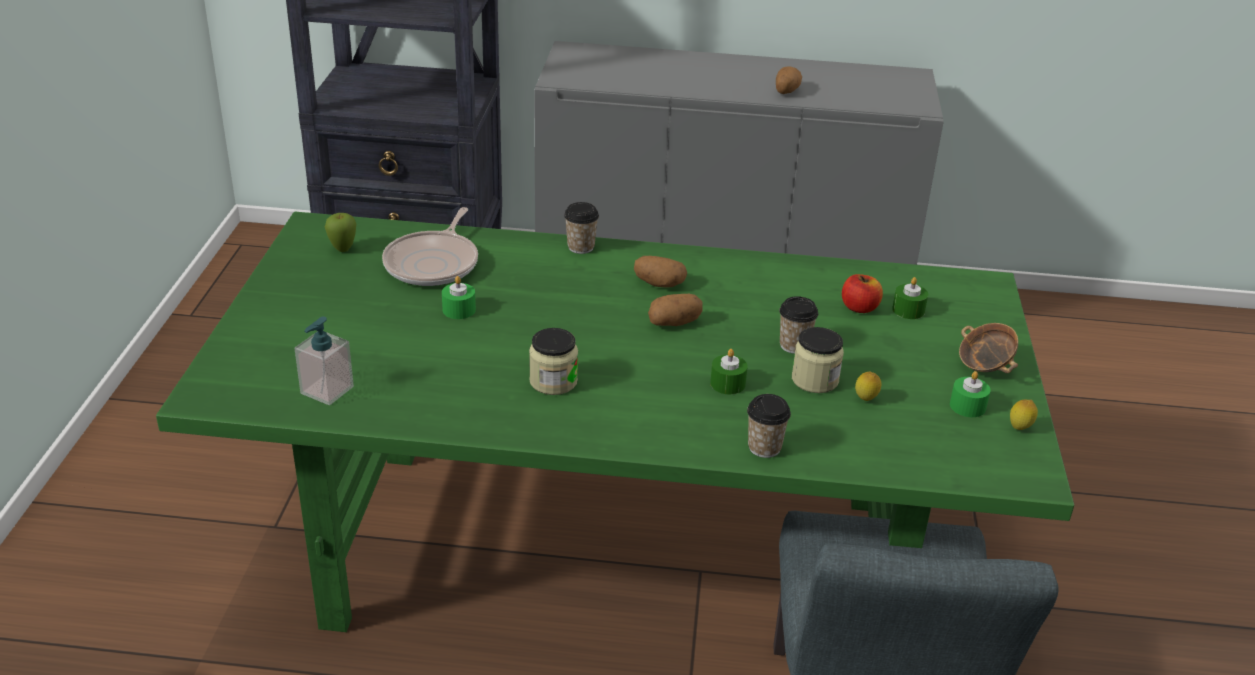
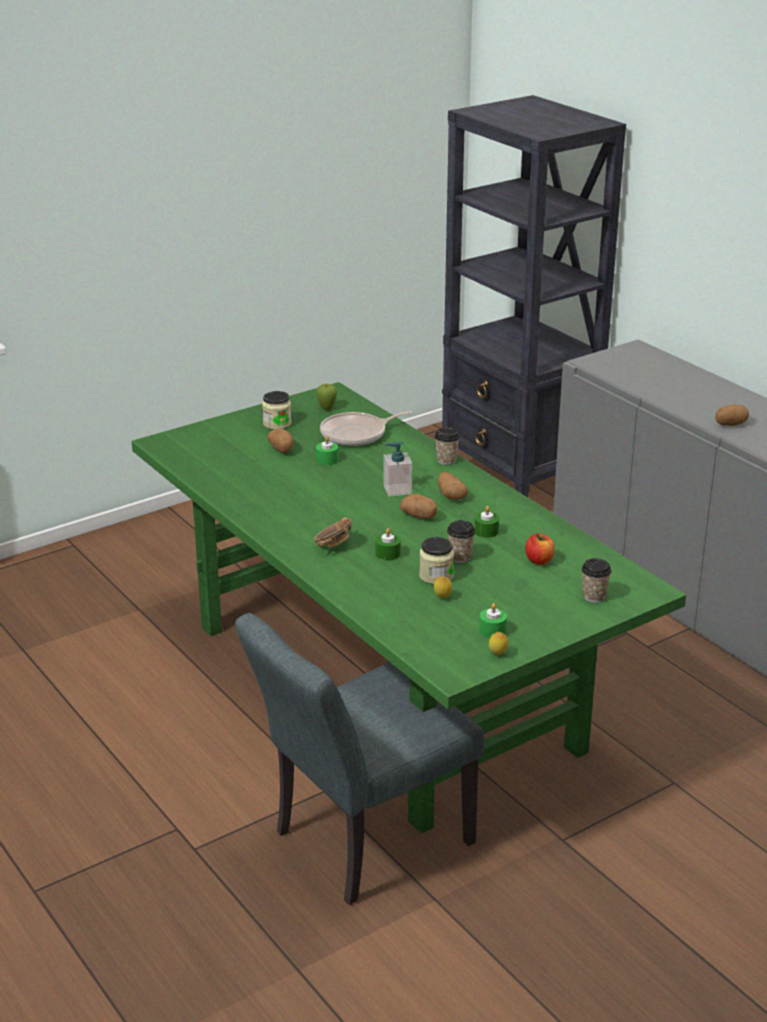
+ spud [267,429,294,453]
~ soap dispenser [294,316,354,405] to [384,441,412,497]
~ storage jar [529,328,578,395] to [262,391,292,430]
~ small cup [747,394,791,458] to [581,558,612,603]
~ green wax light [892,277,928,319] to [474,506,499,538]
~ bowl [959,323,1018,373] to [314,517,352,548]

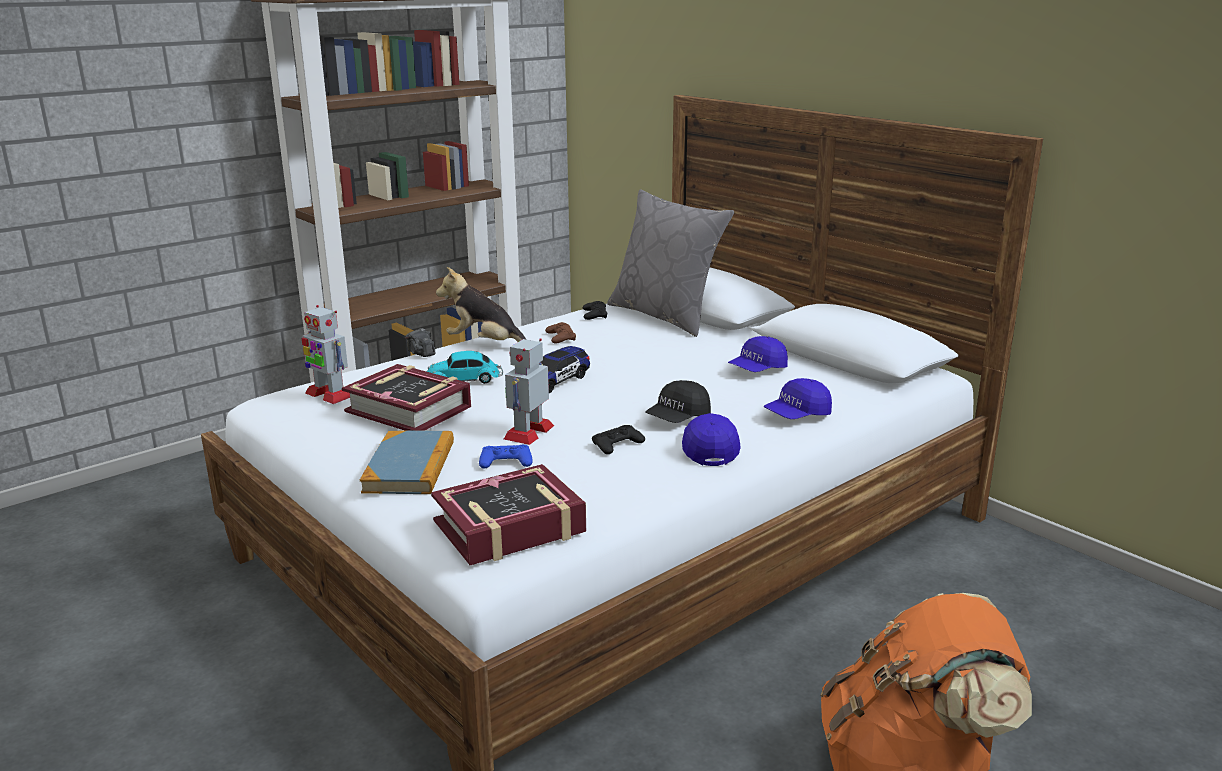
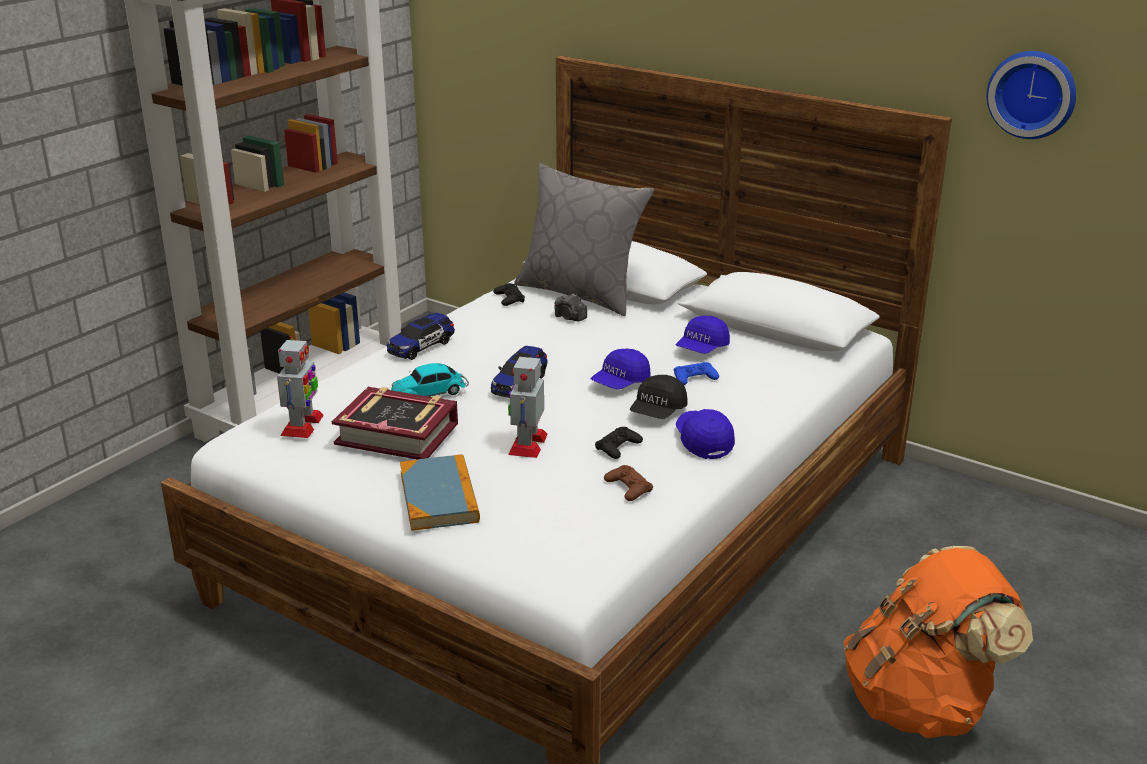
- volume [431,464,586,565]
+ hanging clock [987,51,1076,139]
~ still camera [405,328,435,357] to [554,294,587,322]
~ blue game controller [479,444,533,468] to [674,362,719,385]
~ brownish game controller [545,322,576,343] to [604,465,653,501]
~ blue cap [764,378,832,419] to [591,349,650,390]
~ plush toy [436,267,527,342] to miniature car [387,313,455,360]
~ toy robot [302,305,350,404] = [277,336,324,438] 105 degrees counterclockwise

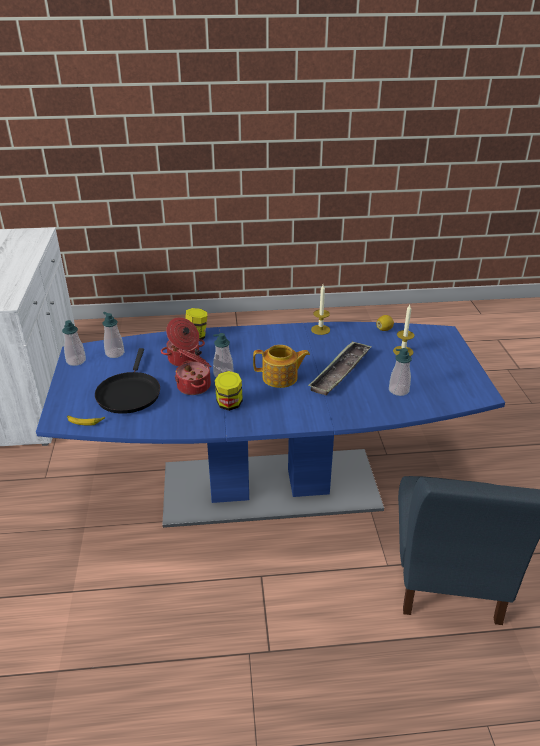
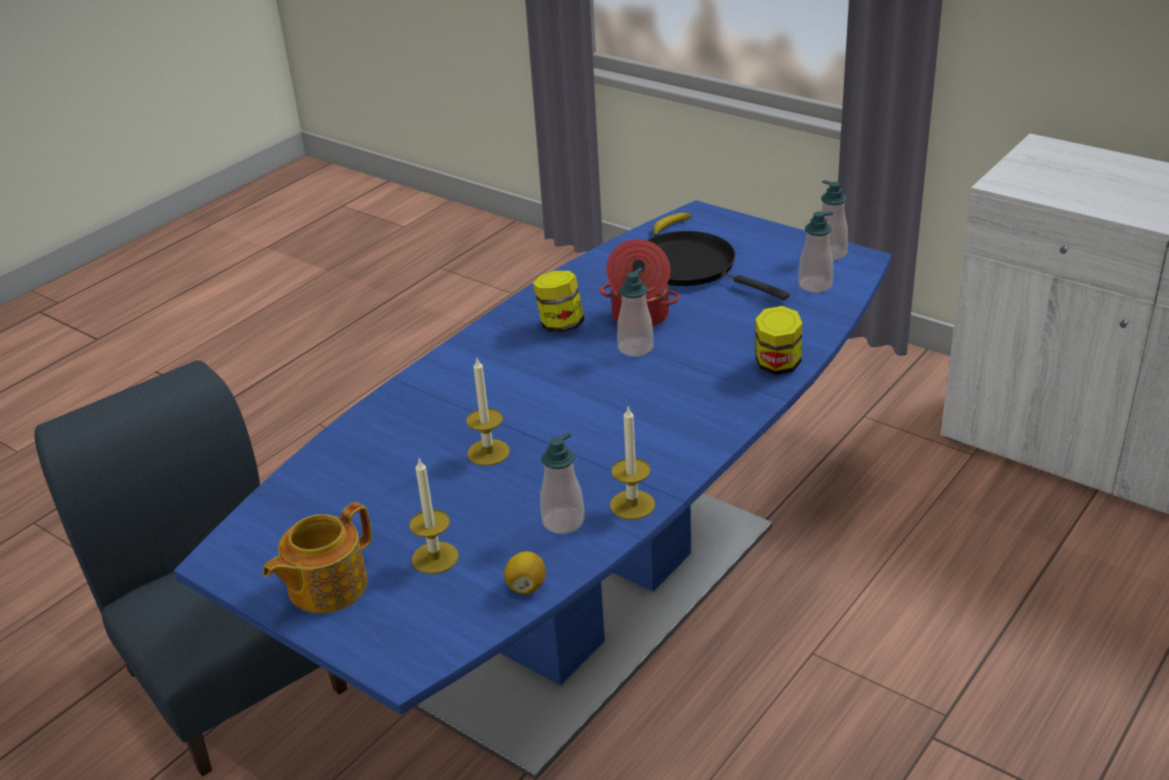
- stockpot [161,318,205,366]
~ teapot [253,345,310,388] to [263,502,372,613]
~ soap dispenser [389,348,412,396] to [540,432,585,534]
~ carrying tray [308,341,372,396] to wax light [466,358,510,466]

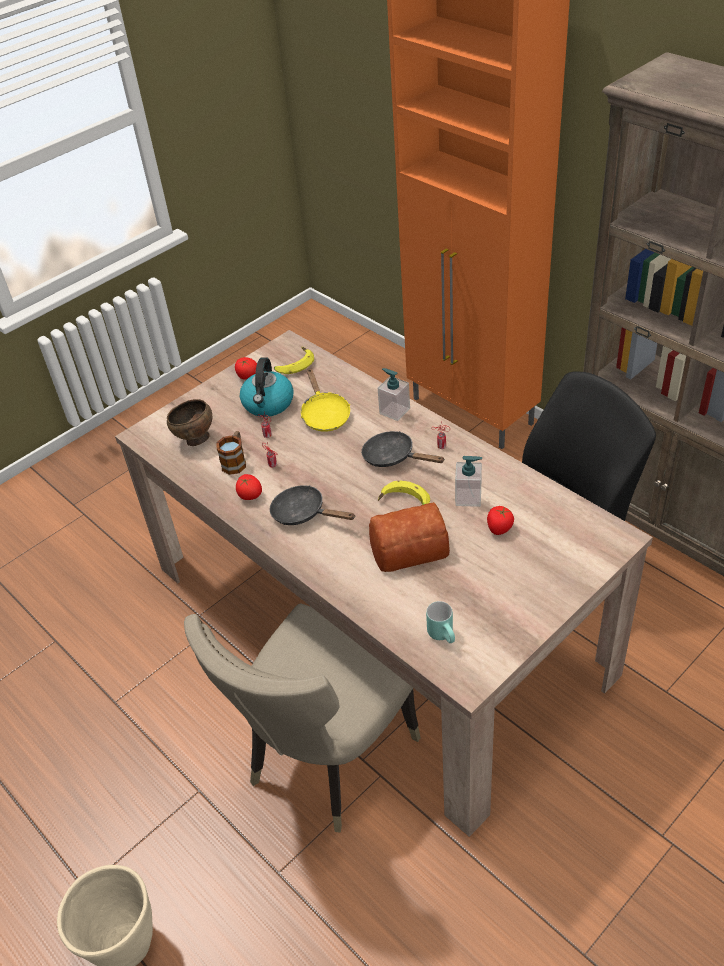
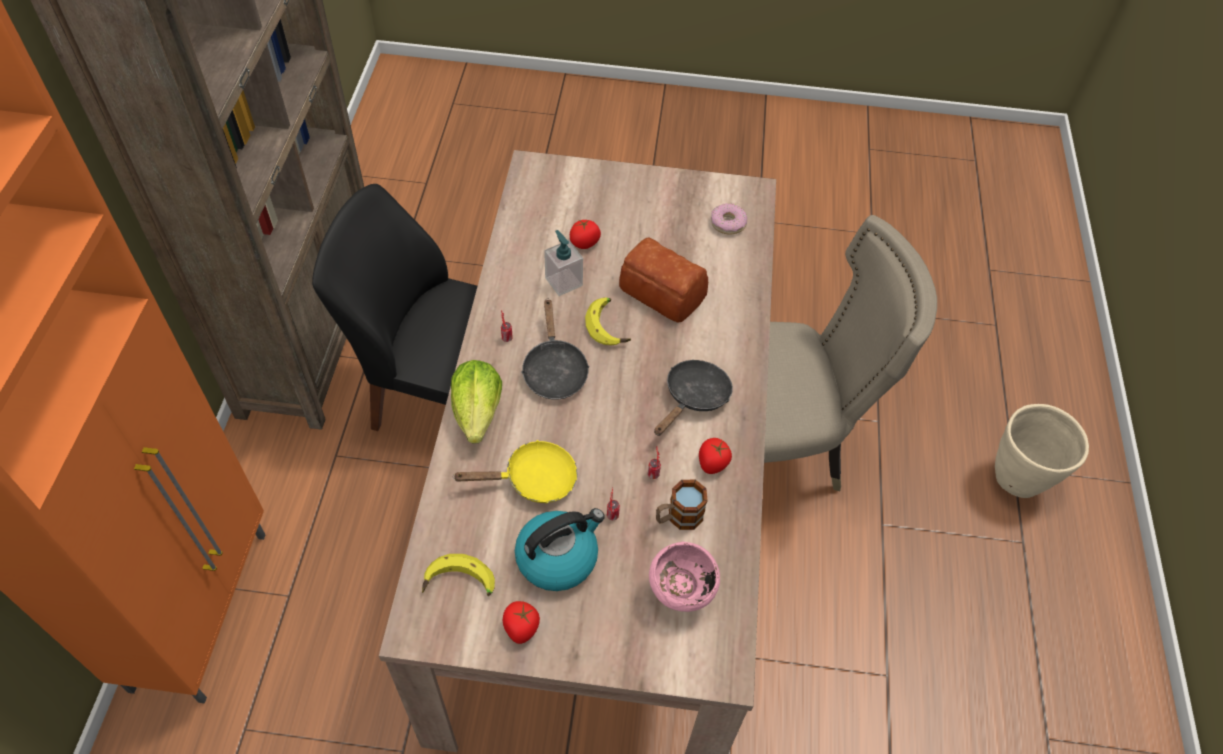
~ soap dispenser [378,368,410,421] to lettuce [451,360,502,443]
~ turquoise-coloured tea mug [426,601,455,643] to ring doughnut [711,203,747,235]
~ brownish bowl [167,399,212,446] to pink-coloured bowl [649,542,720,612]
~ black-coloured pan [269,485,356,525] = [654,360,733,436] 135 degrees counterclockwise
~ yellow-coloured pan [301,369,350,432] = [452,440,578,504] 45 degrees clockwise

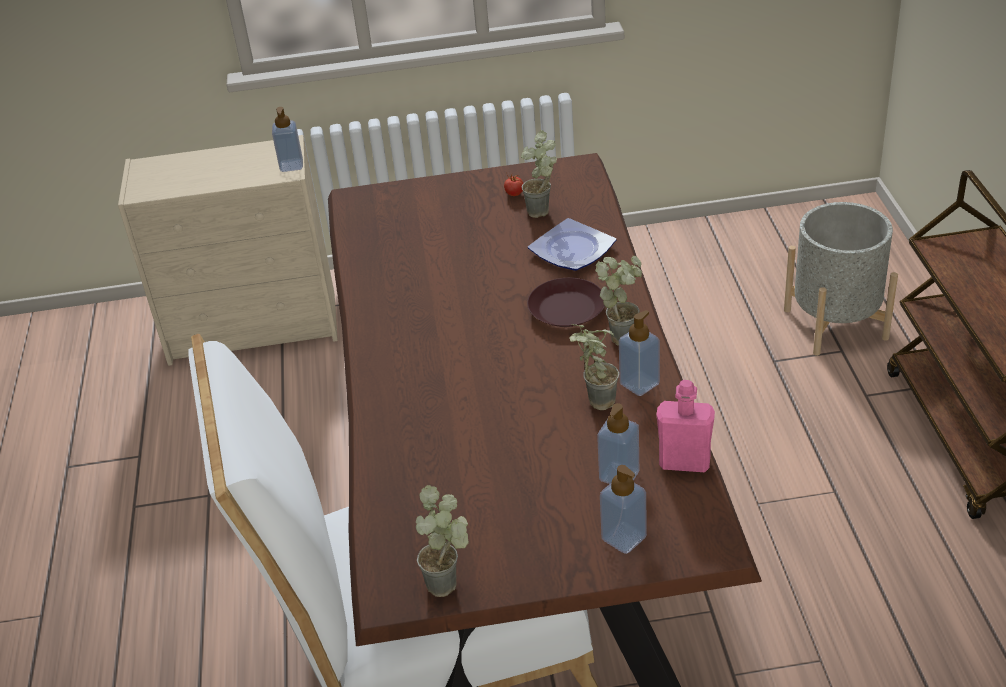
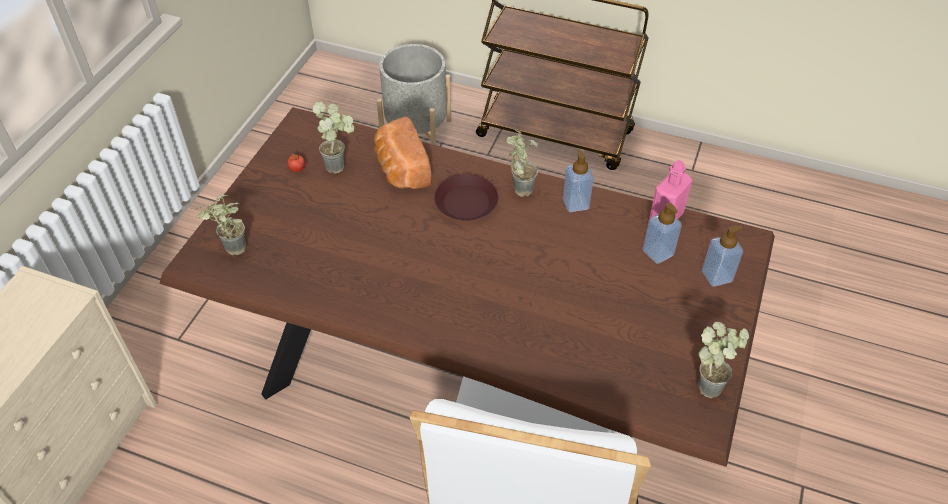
- soap dispenser [272,107,303,172]
~ plant in a pot [569,324,619,410] to [195,195,246,255]
~ plate [528,218,616,271] to bakery bread [374,117,432,189]

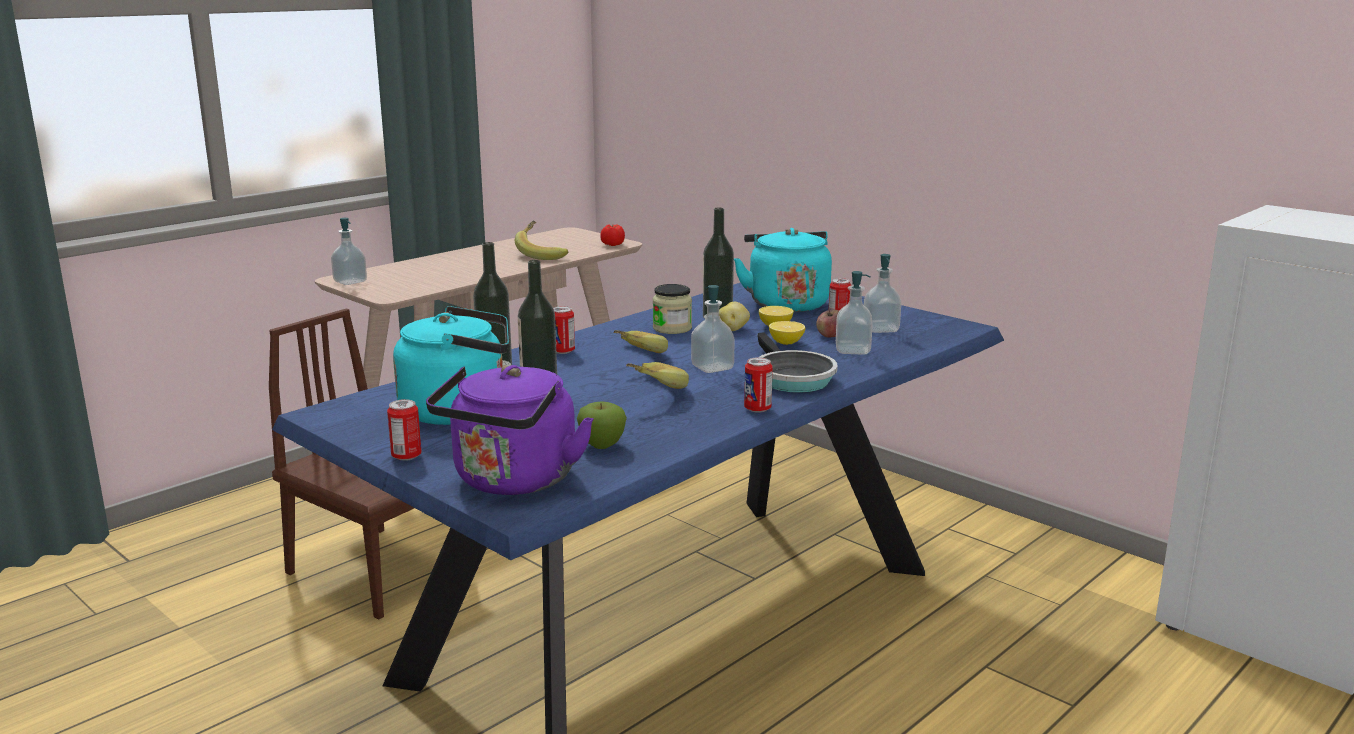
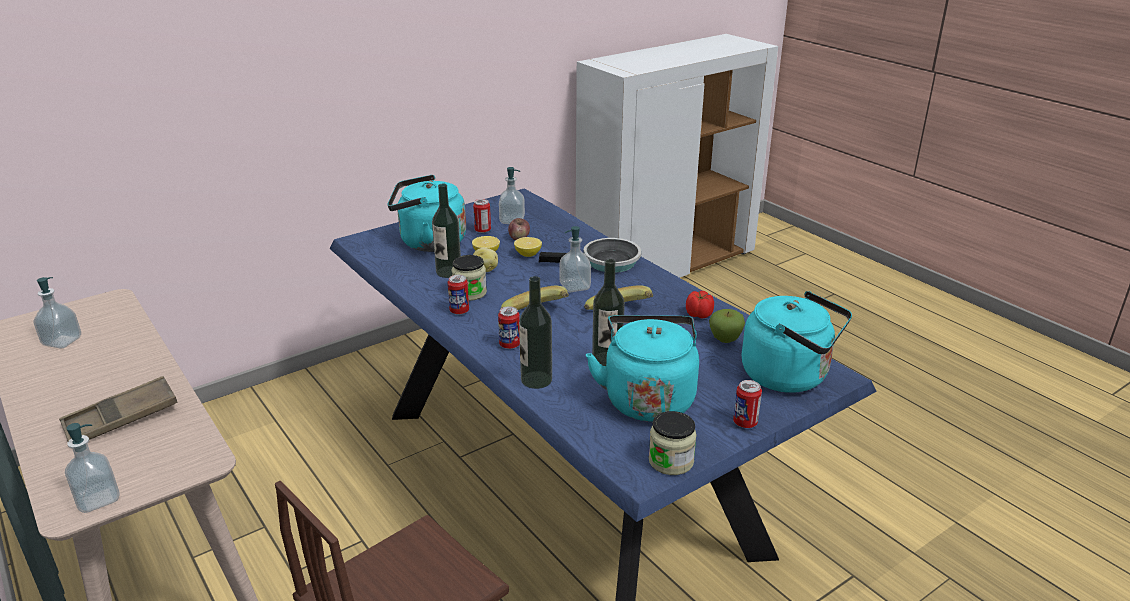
- banana fruit [515,221,568,260]
+ brownish carrying tray [59,376,178,441]
+ storage jar [649,411,697,475]
~ whole tomato [600,224,625,246] to [686,291,714,318]
~ sealed can [744,357,773,413] to [448,275,469,315]
~ soap dispenser [836,271,873,355] to [34,277,81,349]
~ purple-coloured water kettle [426,365,593,495] to turquoise-coloured water kettle [742,291,852,393]

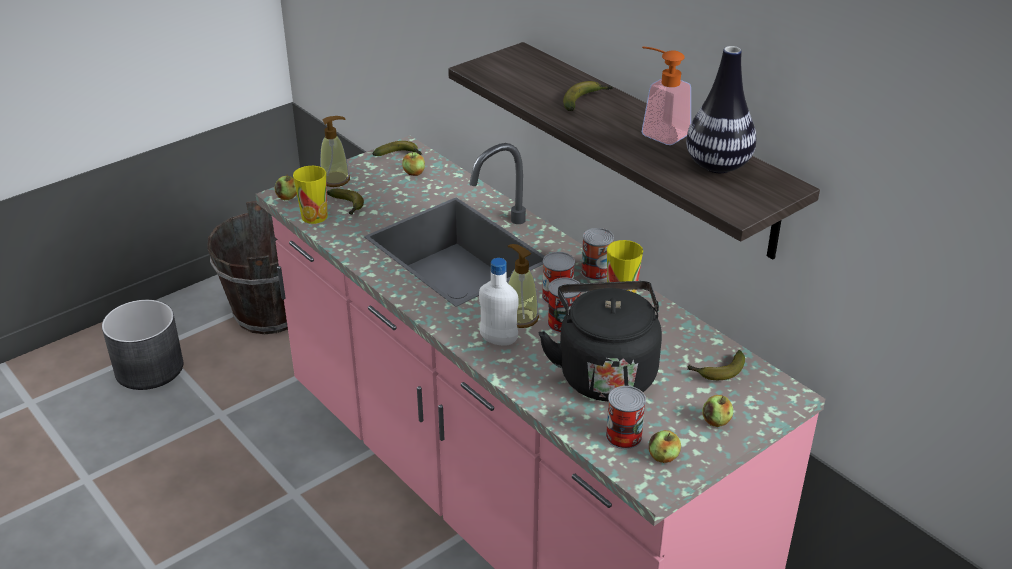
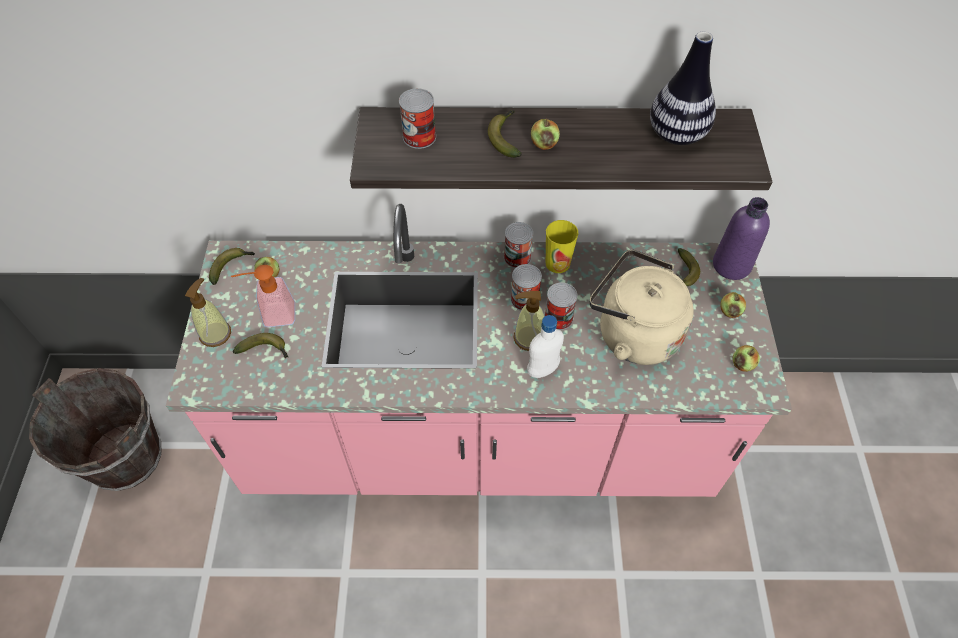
- greyish flower pot [102,300,183,390]
- small cup [293,166,327,224]
+ purple-coloured drink bottle [713,197,770,280]
~ whole apple [275,175,297,200] to [531,118,560,150]
~ sealed can [606,386,646,449] to [399,88,436,149]
~ soap dispenser [642,46,691,145] to [231,265,295,327]
~ black-coloured water kettle [538,281,662,401] to beige water kettle [590,250,694,365]

